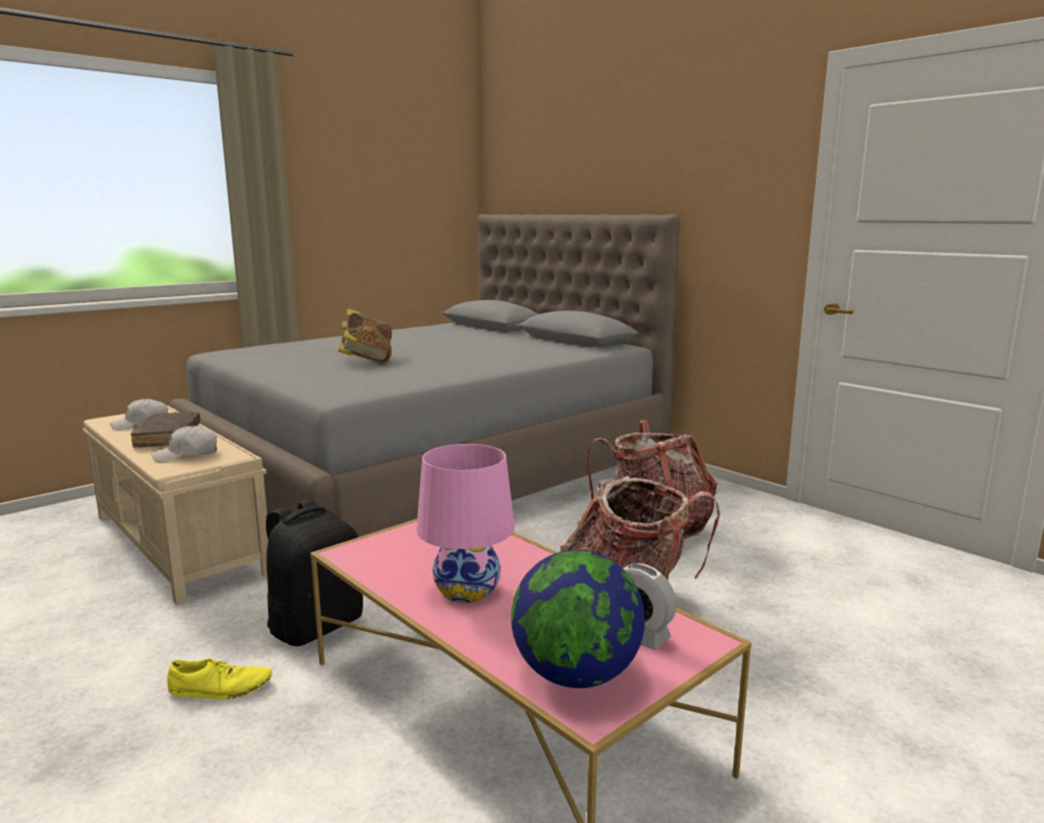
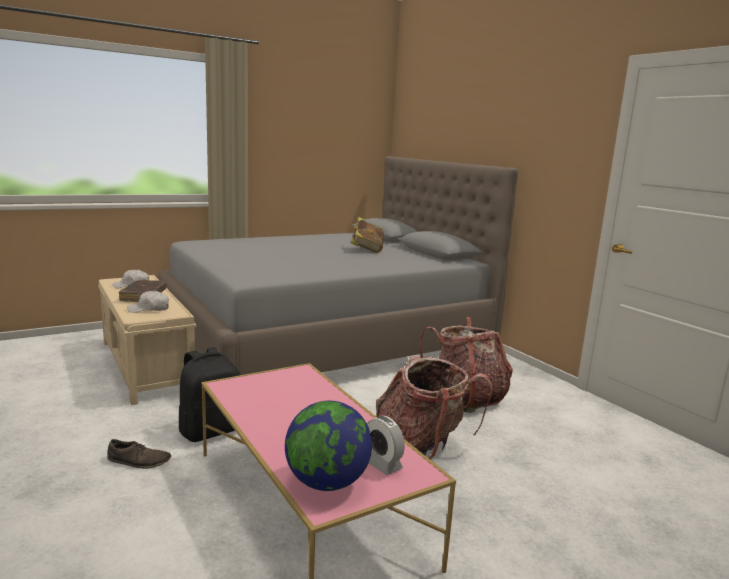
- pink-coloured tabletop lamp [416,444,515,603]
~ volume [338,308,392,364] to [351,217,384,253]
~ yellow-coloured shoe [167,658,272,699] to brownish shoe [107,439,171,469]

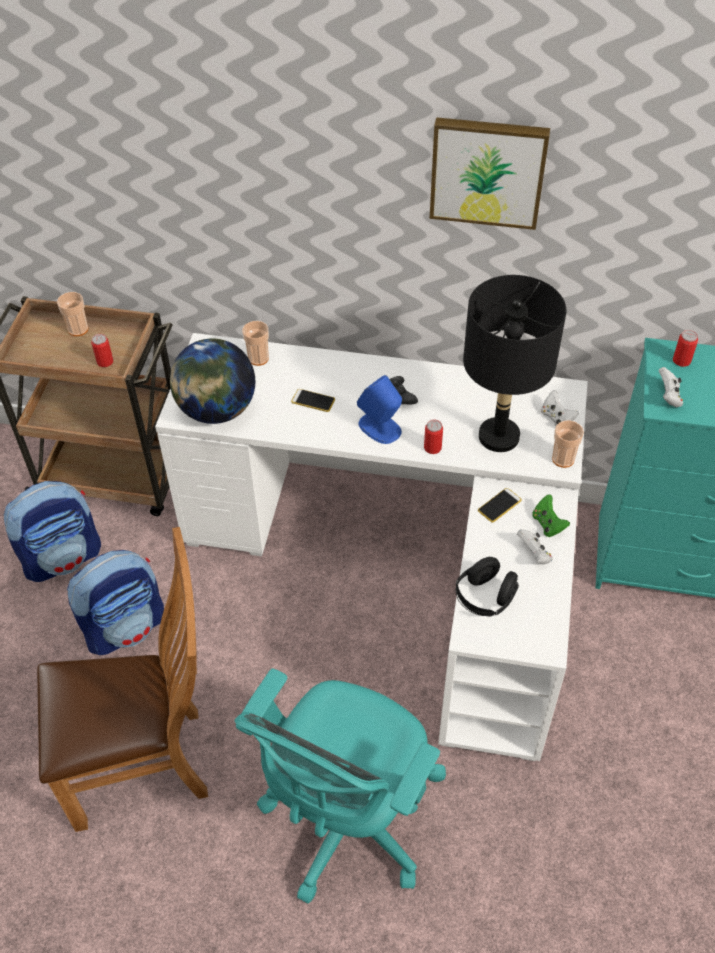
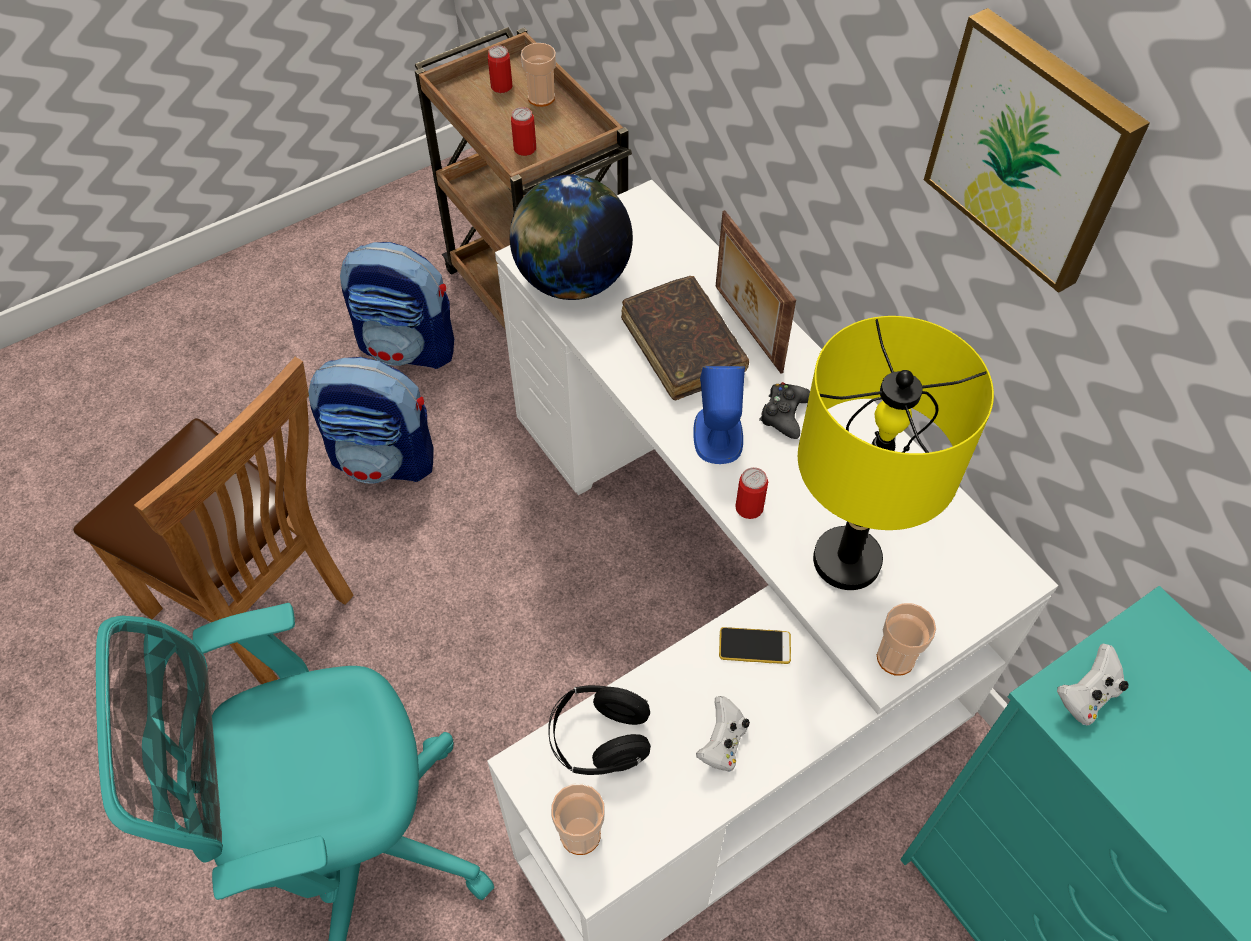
- green game controller [532,495,570,537]
- white-coloured game controller [541,390,579,427]
+ standing frame [715,210,796,374]
~ small cup [242,321,269,366] to [551,784,605,855]
~ sealed can [673,330,698,367] to [488,45,512,93]
~ phone [291,389,335,412] to brownish volume [621,276,749,400]
~ black-coloured tabletop lamp [463,275,566,452] to yellow-coloured tabletop lamp [798,316,994,590]

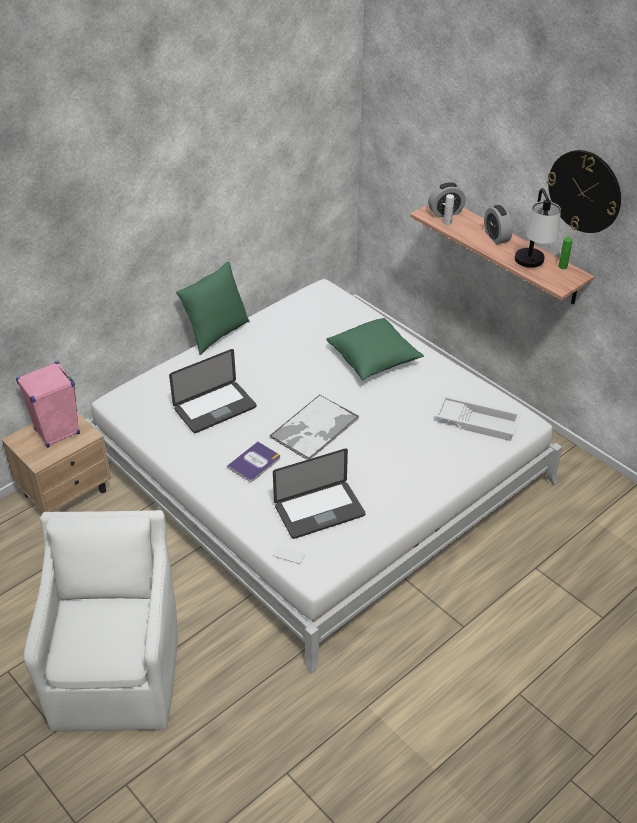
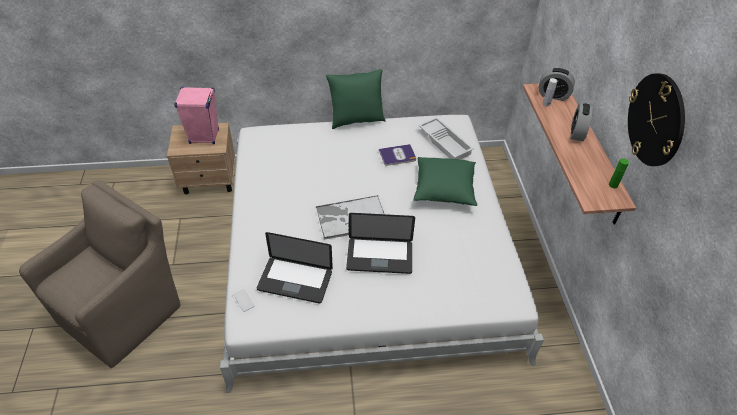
- tabletop lamp [515,188,561,268]
~ portable computer [169,349,257,433] to [346,213,415,274]
~ volume [227,442,280,482] to [379,144,416,166]
~ white-coloured carrying tray [436,396,520,441] to [418,117,474,160]
~ white-coloured armchair [24,510,178,731] to brownish armchair [19,180,181,368]

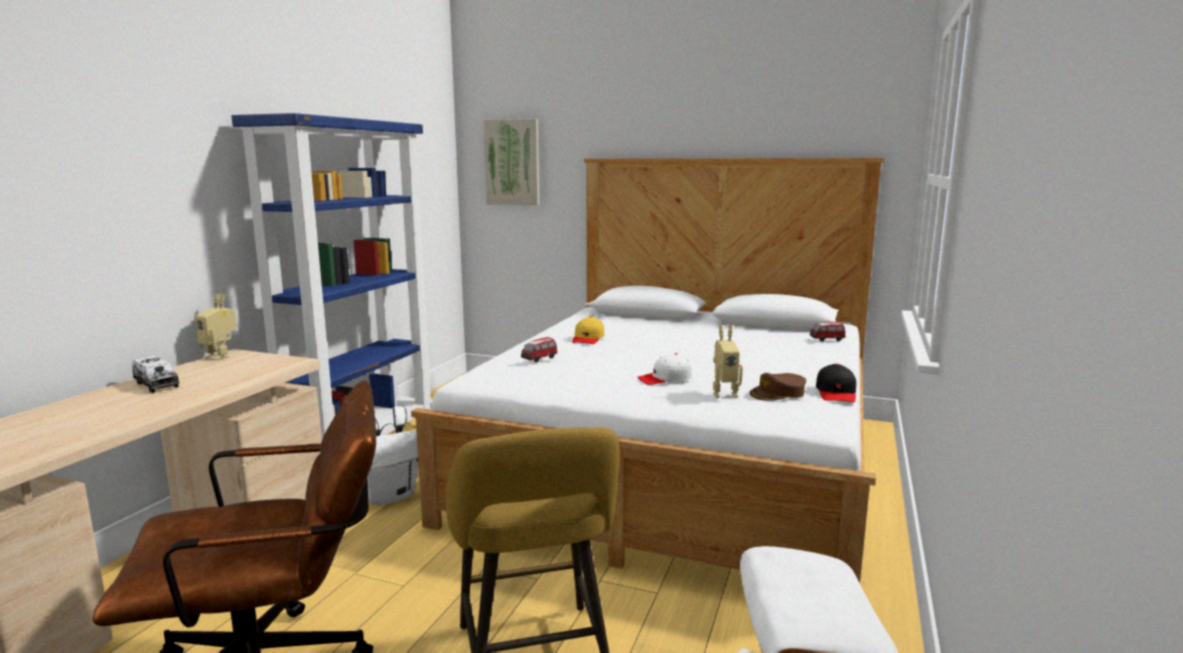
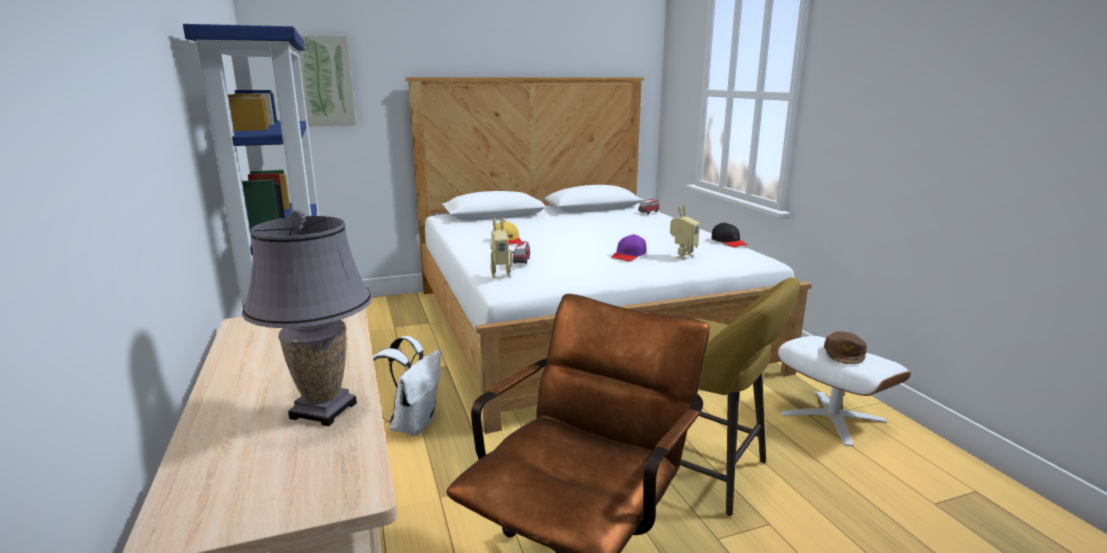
- toy lorry [132,356,180,393]
+ greyish tabletop lamp [242,209,372,426]
~ toy robot [195,293,237,360] to [490,218,513,278]
~ brownish cap [749,373,806,401] to [824,332,867,364]
~ white-coloured cap [638,353,692,385] to purple-coloured cap [611,234,646,262]

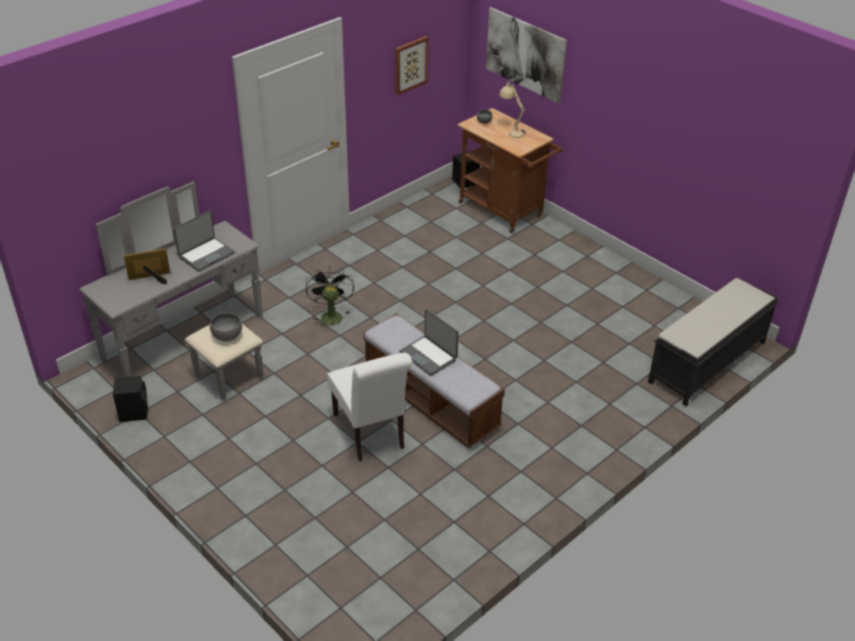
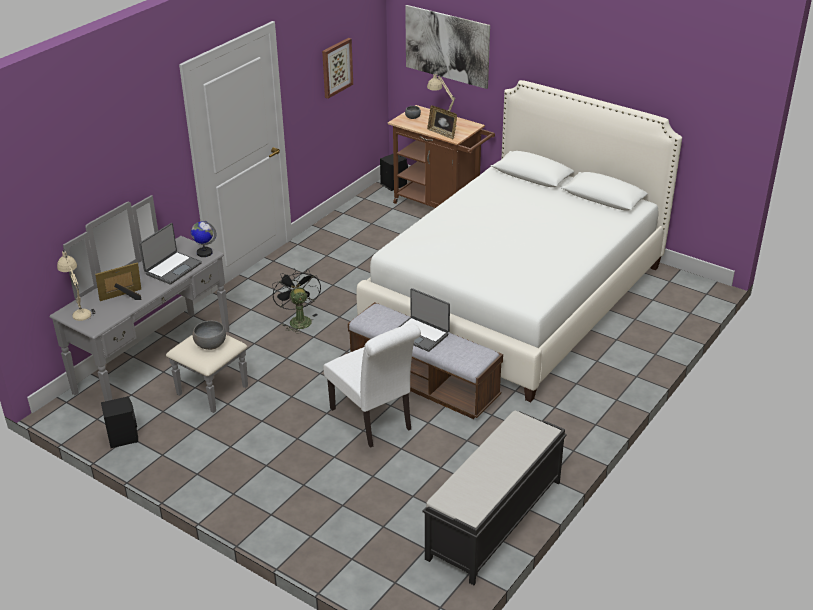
+ beige tabletop lamp [57,248,95,321]
+ desk globe [191,221,216,257]
+ white-coloured bed [356,80,682,402]
+ standing frame [427,105,457,139]
~ black-coloured bench [648,278,778,407] to [423,411,567,585]

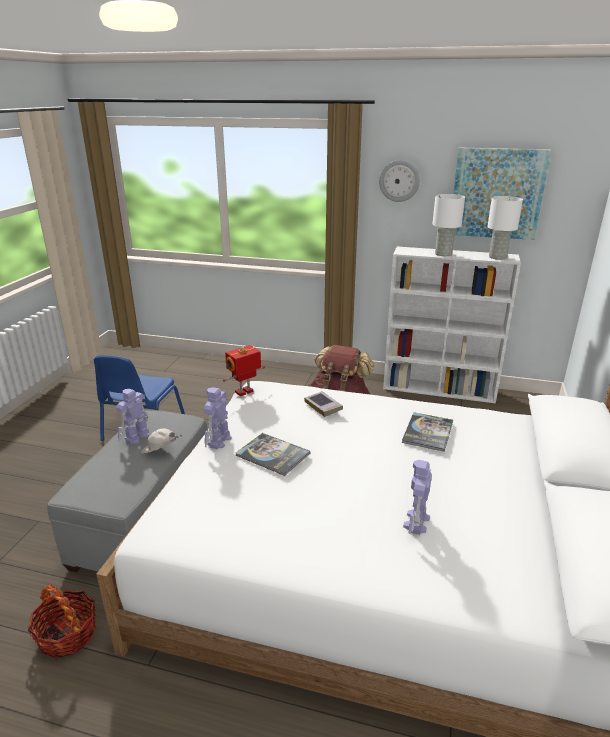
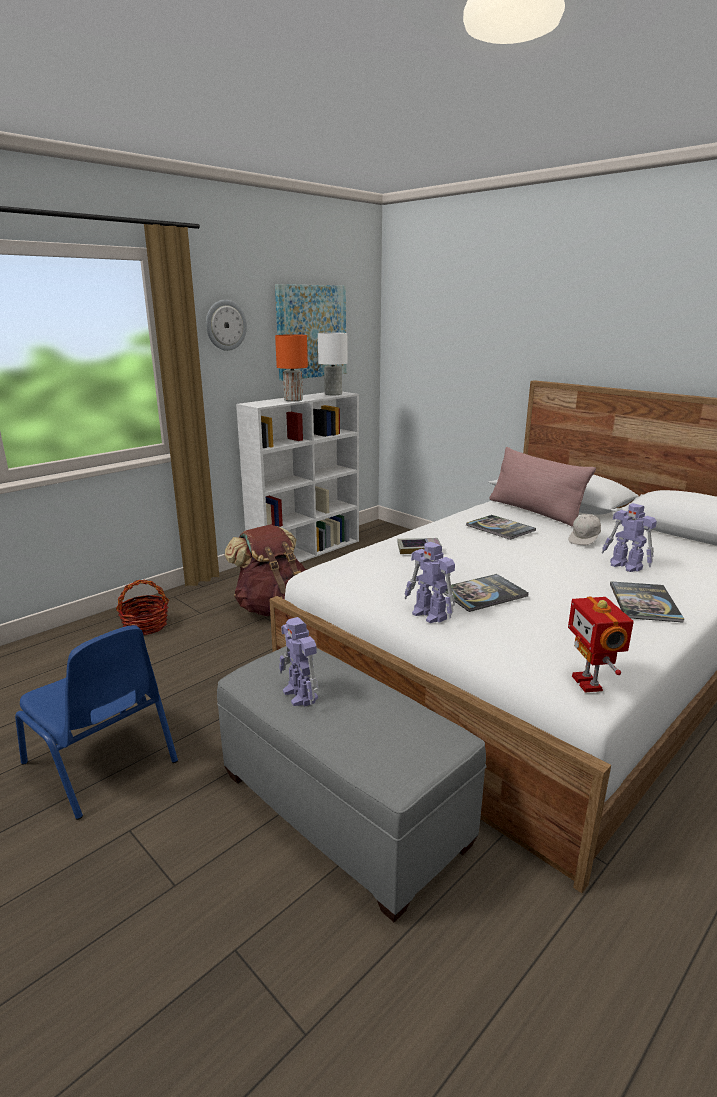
+ pink-coloured throw pillow [489,447,596,527]
+ volume [610,581,684,623]
~ basket [28,583,96,659] to [116,580,169,635]
~ white-coloured cap [141,428,182,454] to [569,514,601,545]
~ toy robot [223,345,265,396] to [568,596,634,693]
~ white-coloured tabletop lamp [432,194,465,256] to orangey tabletop lamp [275,334,308,401]

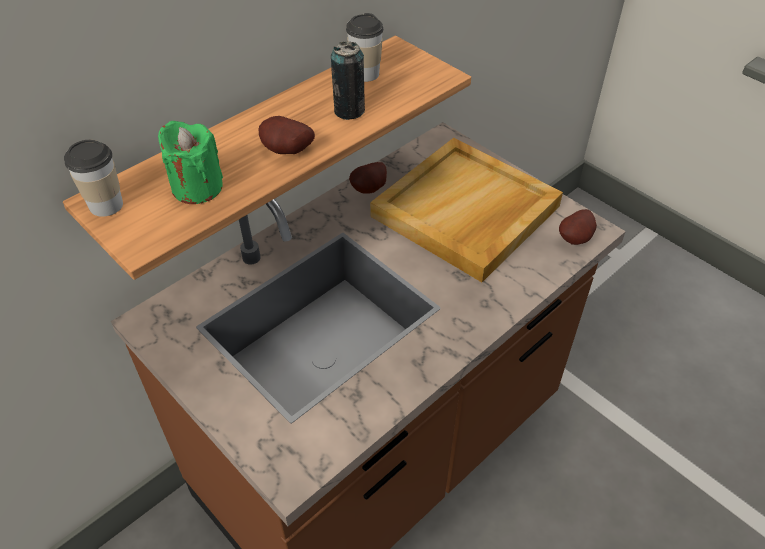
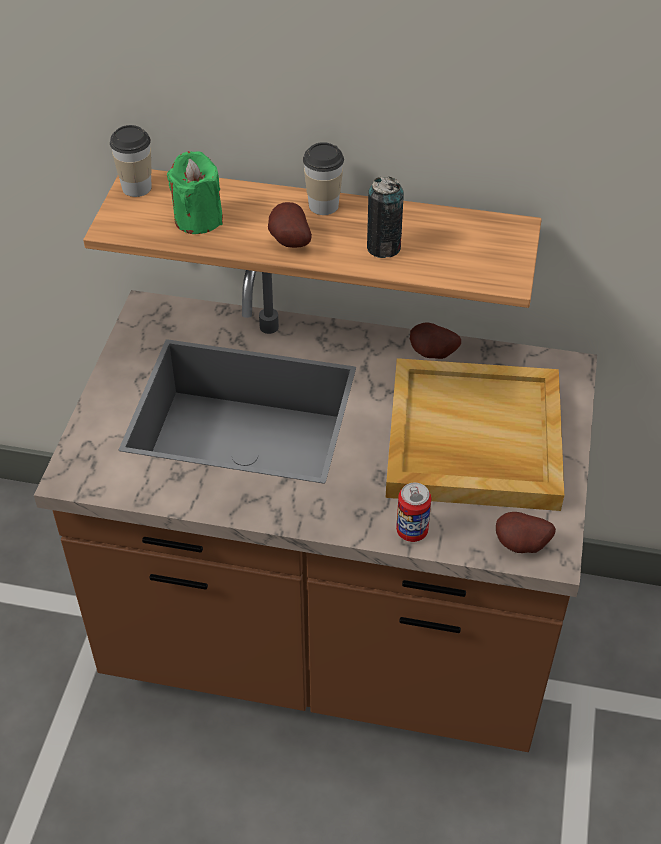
+ sealed can [396,483,431,542]
~ small cup [346,13,383,82] to [303,142,344,215]

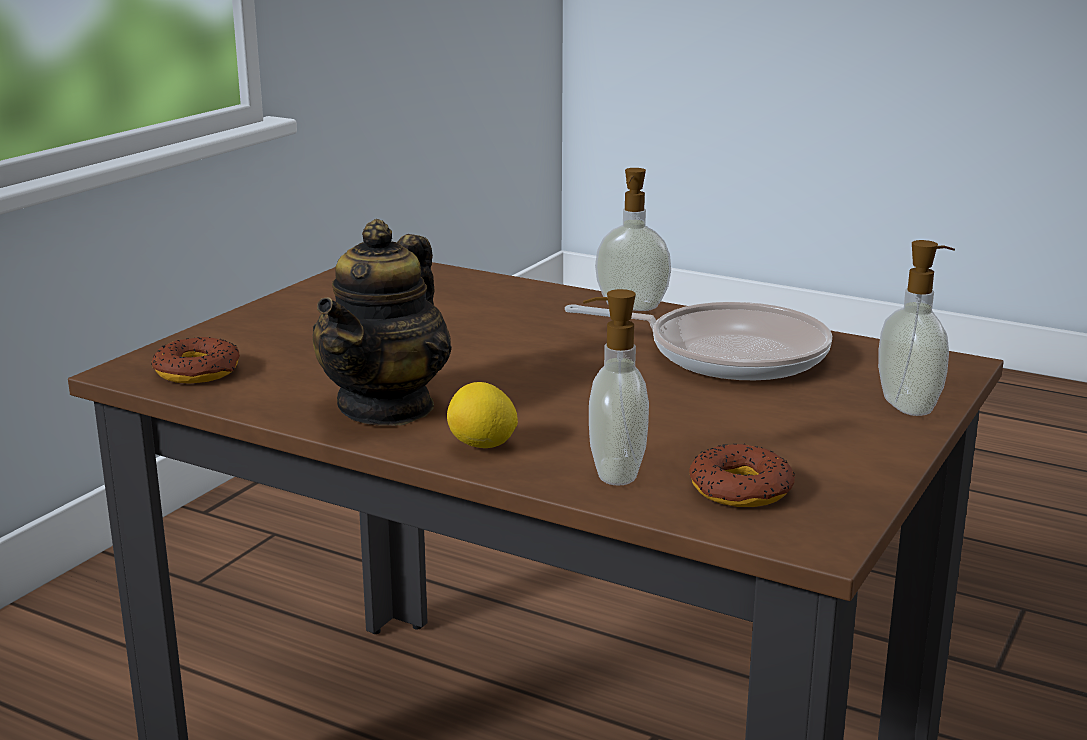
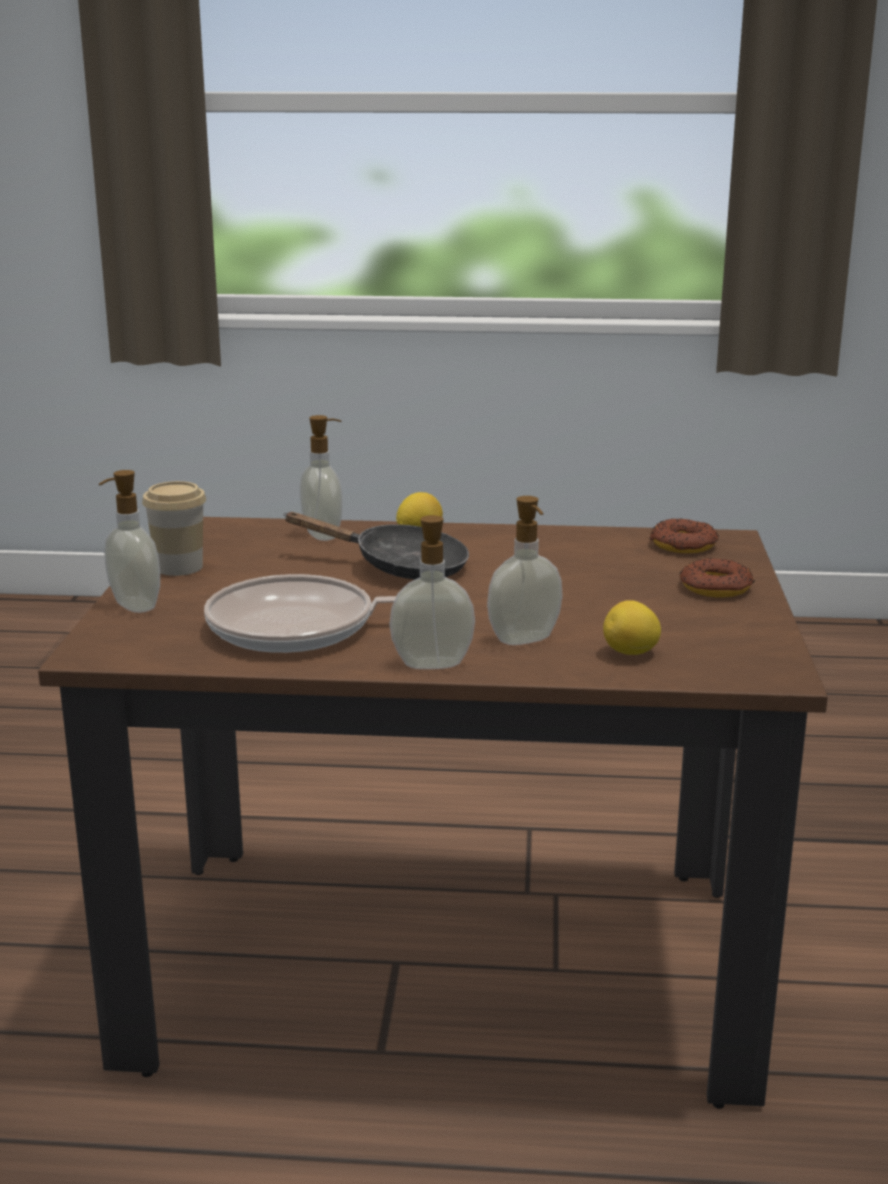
- teapot [312,219,452,426]
+ small cup [142,481,206,576]
+ black-coloured pan [283,512,469,579]
+ soap dispenser [487,496,563,645]
+ lemon [603,600,661,655]
~ ring doughnut [689,444,795,507] to [680,558,754,598]

